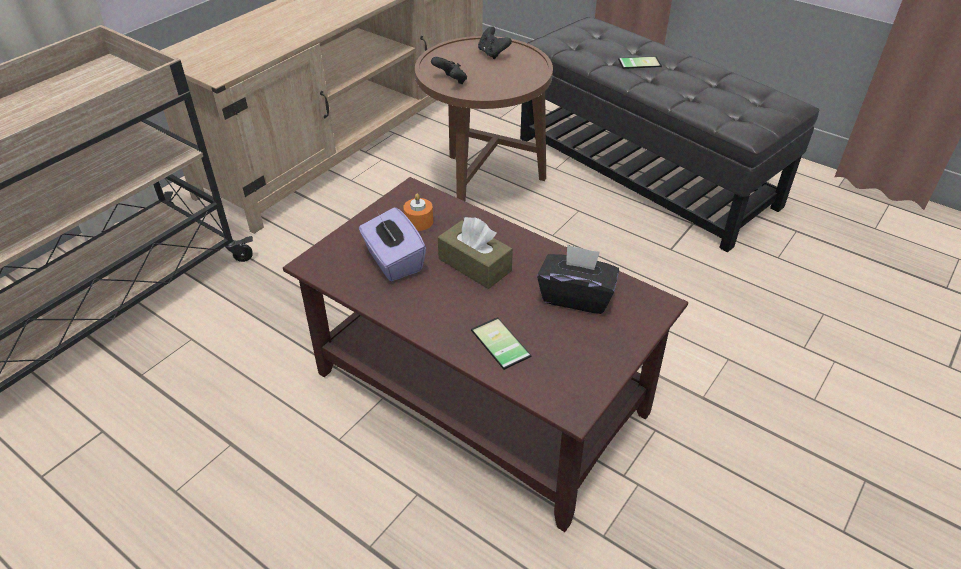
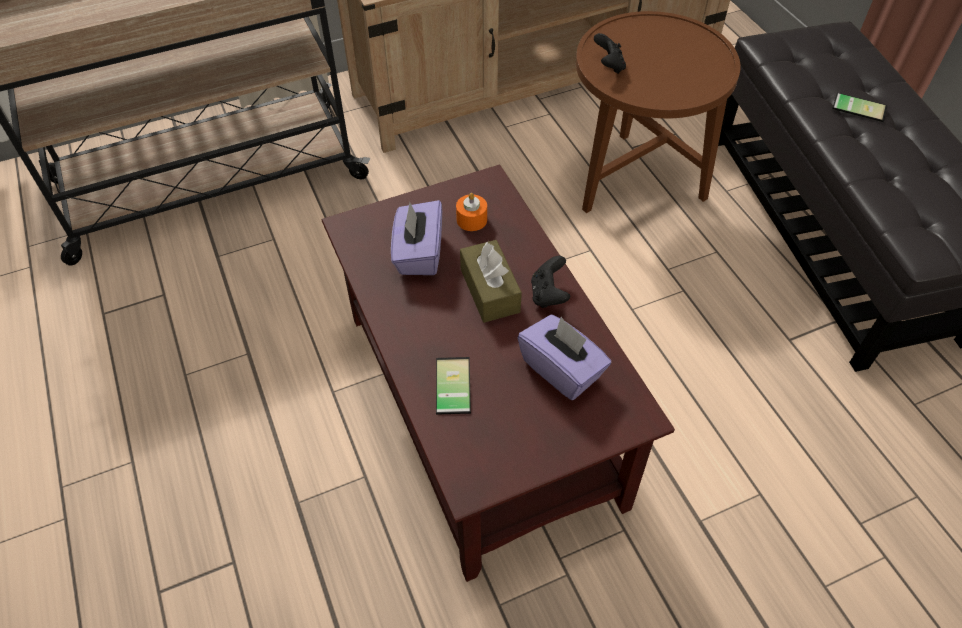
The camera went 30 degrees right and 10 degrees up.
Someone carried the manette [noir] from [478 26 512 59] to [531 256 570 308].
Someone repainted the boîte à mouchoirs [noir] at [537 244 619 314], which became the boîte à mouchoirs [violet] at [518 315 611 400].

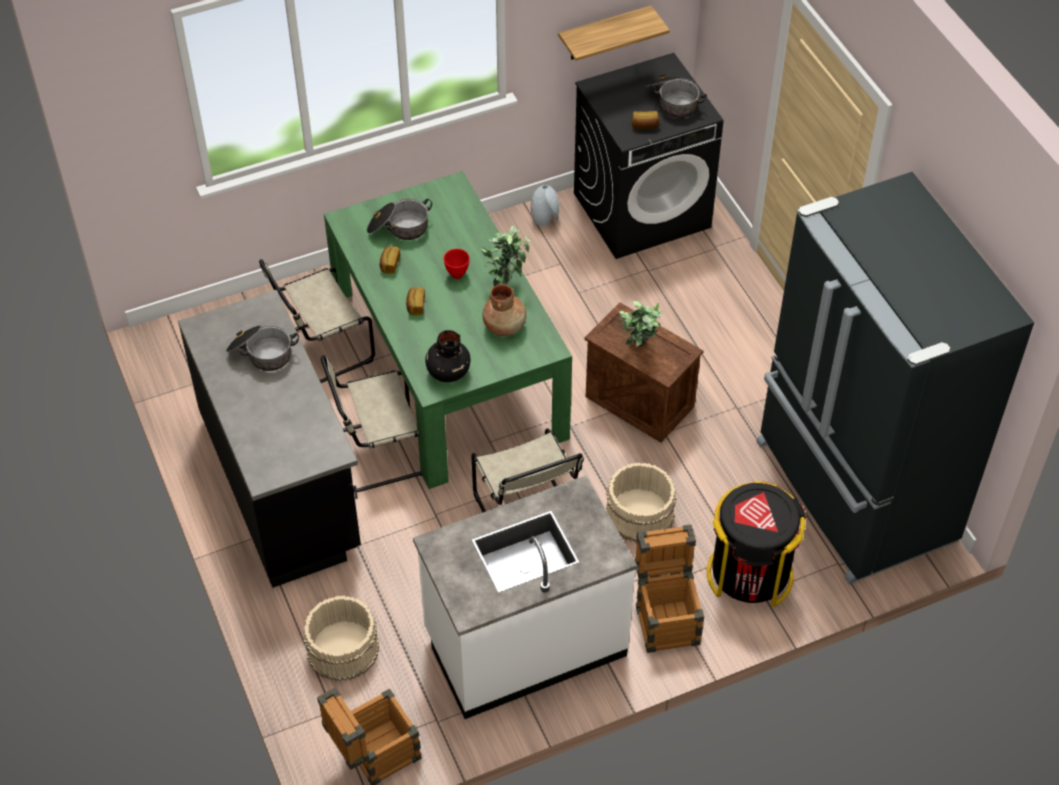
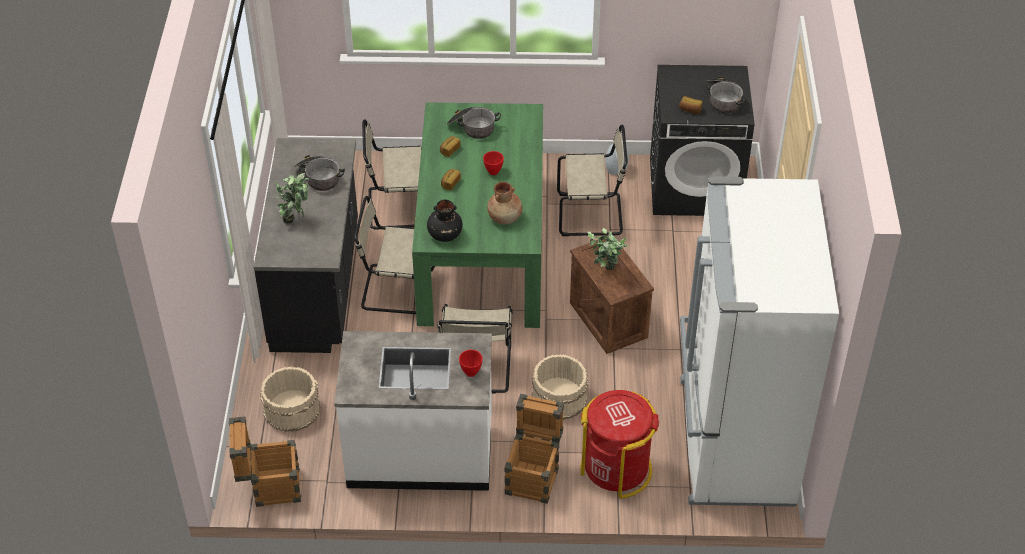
The camera went 25 degrees right and 5 degrees down.
Someone took away the étagère at [558 6 670 61].
Someone put down the bol [rouge] at [459 350 483 377].
Someone put down the chaise [beige] at [557 125 628 236].
Someone carried the plante en pot from [481 225 531 286] to [274 172 310 224].
Someone repainted the poubelle [noir] at [707 481 806 607], which became the poubelle [rouge] at [581 390 659 499].
Someone repainted the réfrigérateur [noir] at [756 172 1034 584], which became the réfrigérateur [blanc] at [680 176 839 506].

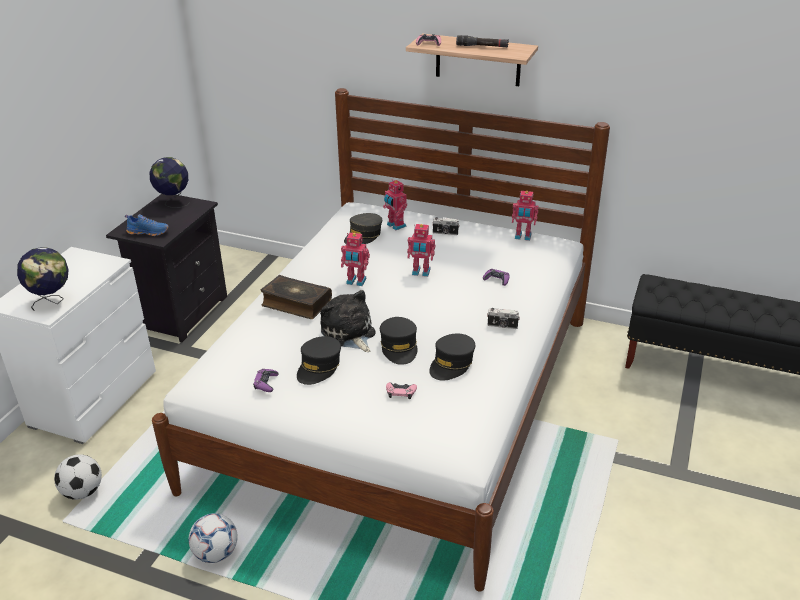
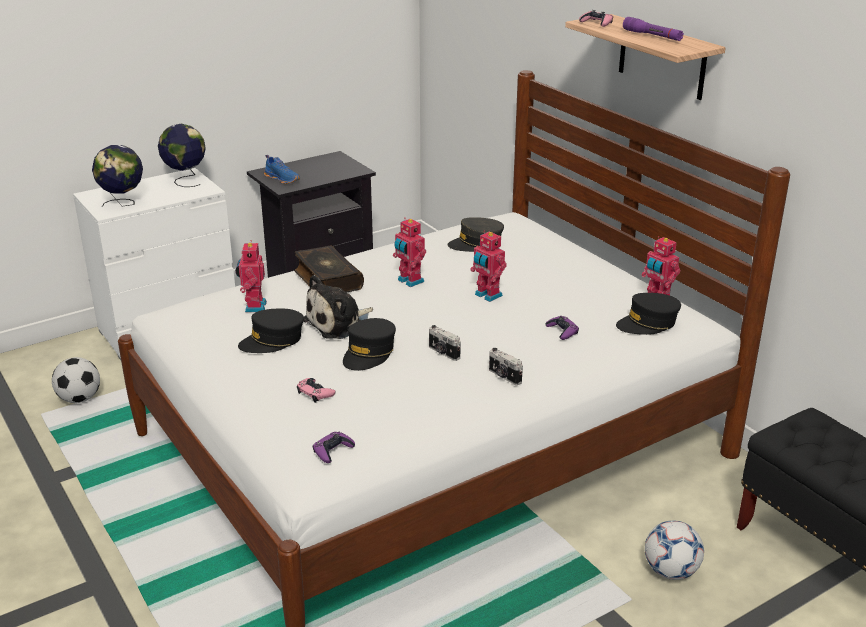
The camera went 35 degrees right and 5 degrees down.
Someone carried the globe from [150 157 190 208] to [158 124 206 187].
Someone carried the ballon de foot from [188 513 238 563] to [645 520 704 580].
Someone carried the manette [violet] from [253 369 278 392] to [313 432 355 463].
Someone carried the robot jouet from [383 179 407 230] to [235 240 267 312].
Someone carried the casquette [noir] from [429 334 475 381] to [616 293 681 335].
Someone carried the appareil photo from [432 217 460 235] to [429 325 461 361].
Someone repainted the lampe de poche [noir] at [456 35 509 47], which became the lampe de poche [violet] at [623 17 684 41].
Someone rotated the peluche at [320 290 376 352] by 135 degrees counterclockwise.

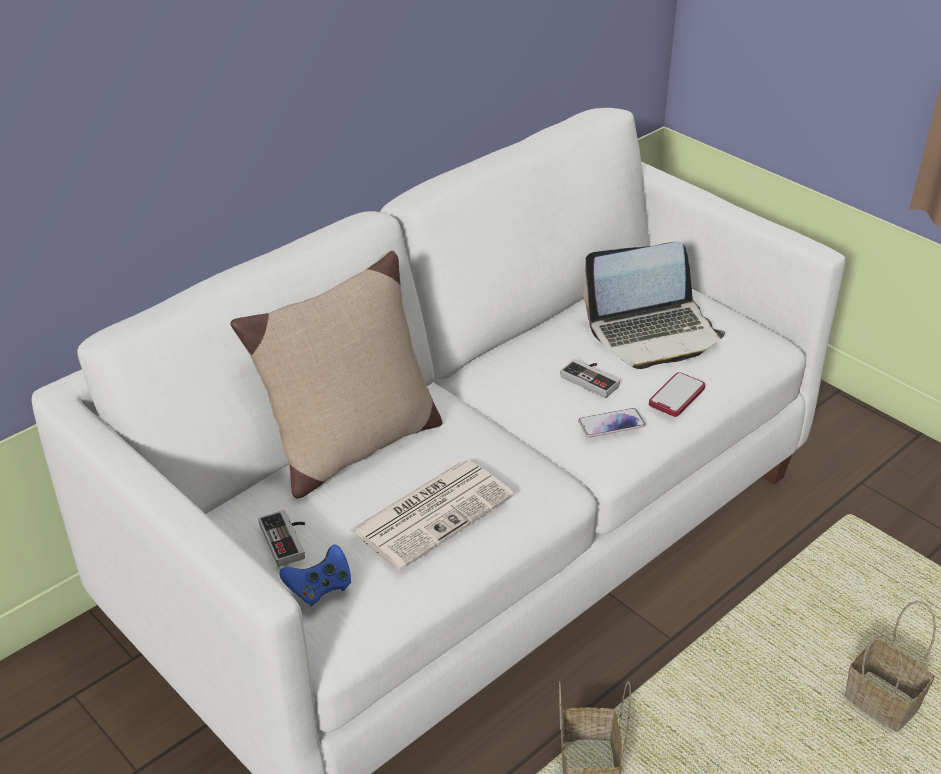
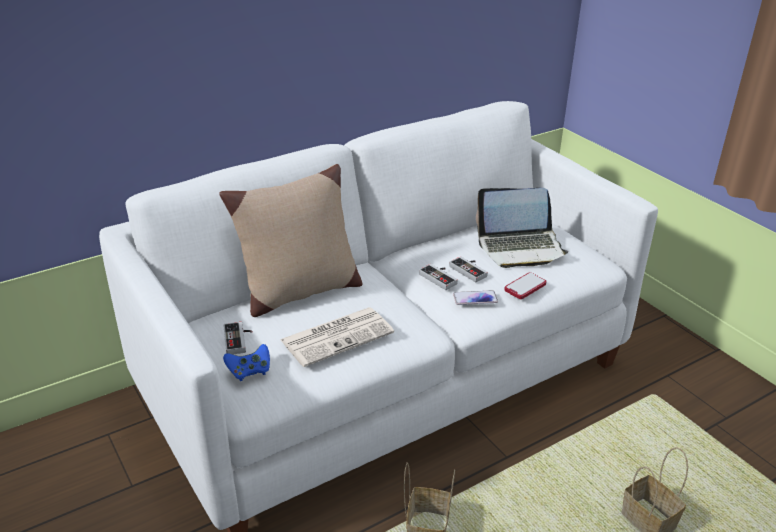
The camera went 10 degrees right and 5 degrees down.
Someone put down the manette at [419 264 458 290].

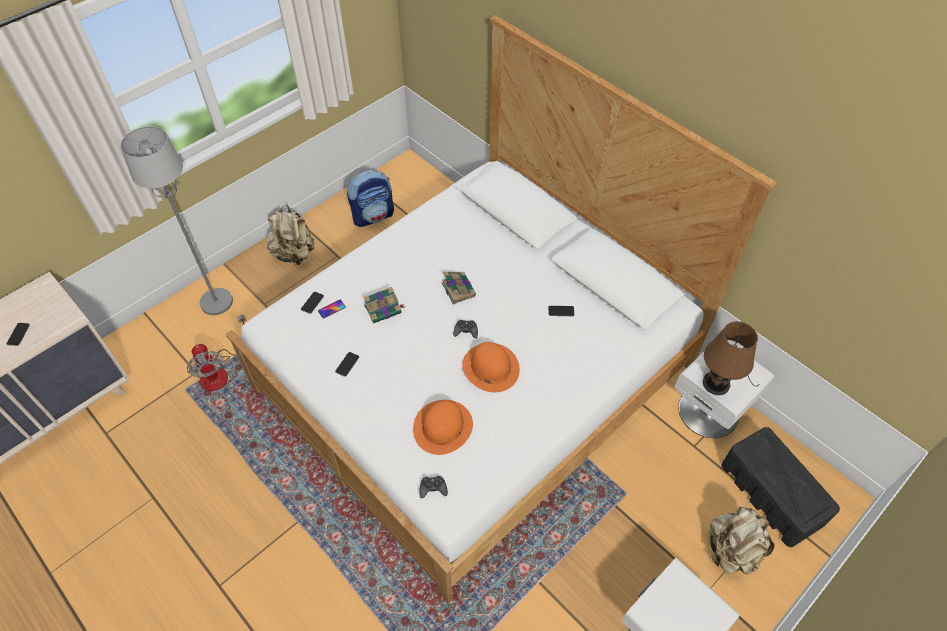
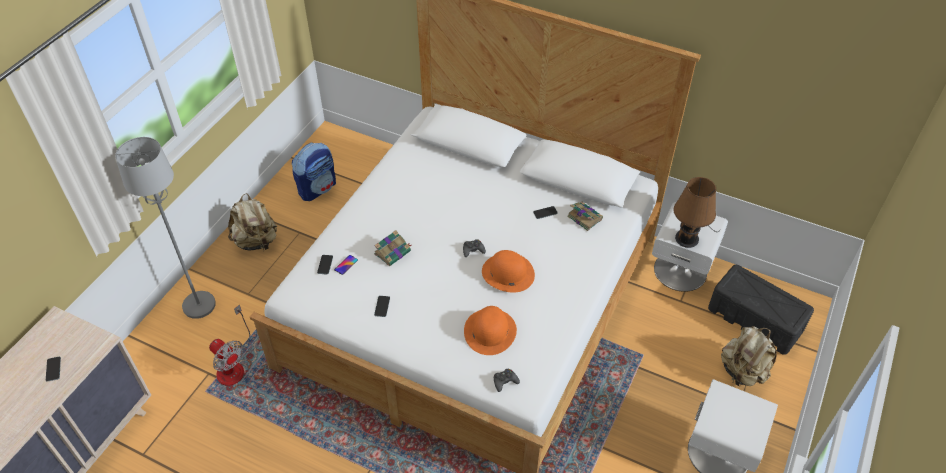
The camera went 20 degrees left and 5 degrees down.
Someone carried the livre from [441 272 476 304] to [567 202 603 231].

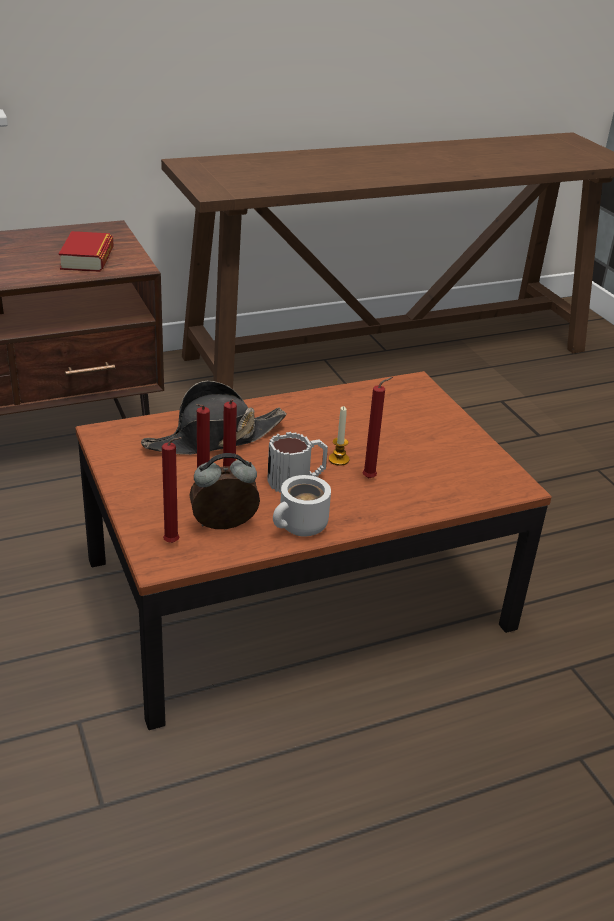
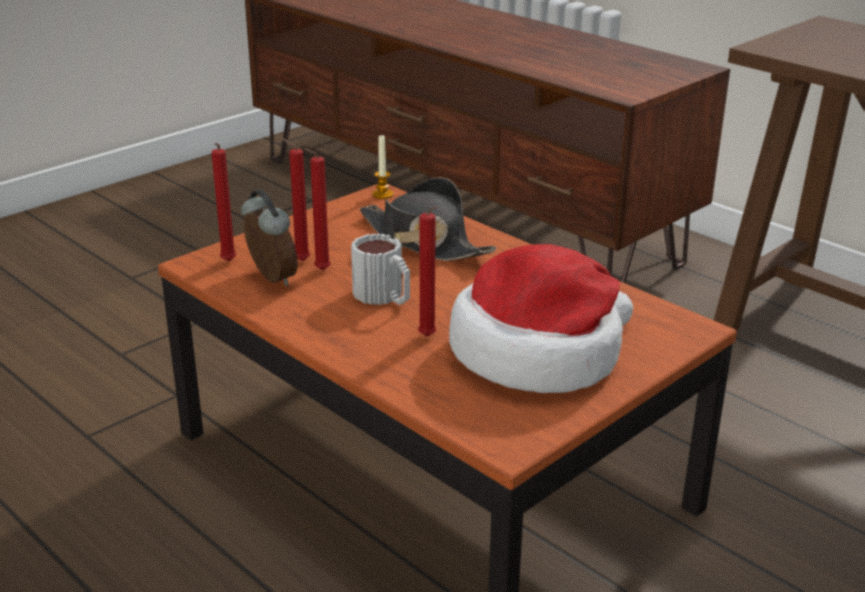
The camera went 70 degrees right and 5 degrees down.
Someone took away the livre at [59 231 114 272].
Someone took away the mug [blanc] at [273 475 331 537].
Someone put down the chapeau at [449 244 633 393].
Someone carried the bougie from [329 406 350 466] to [372 135 394 199].

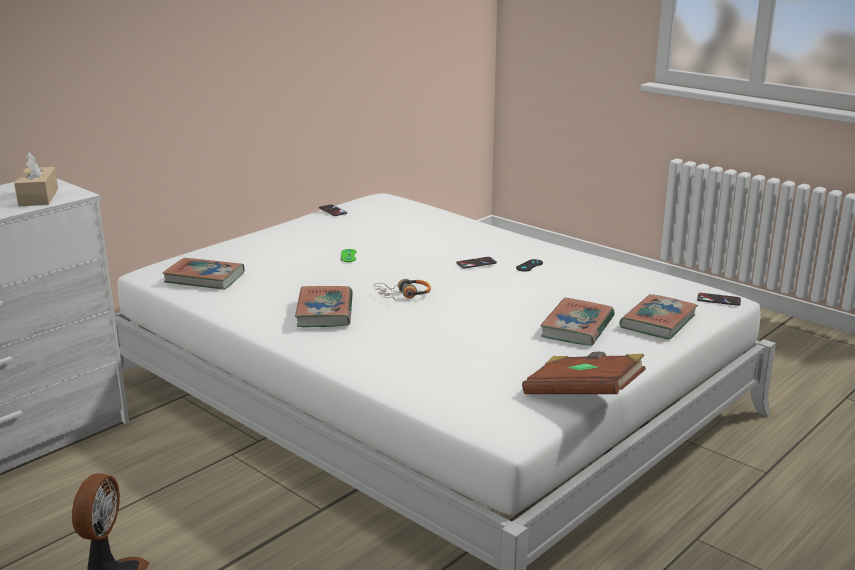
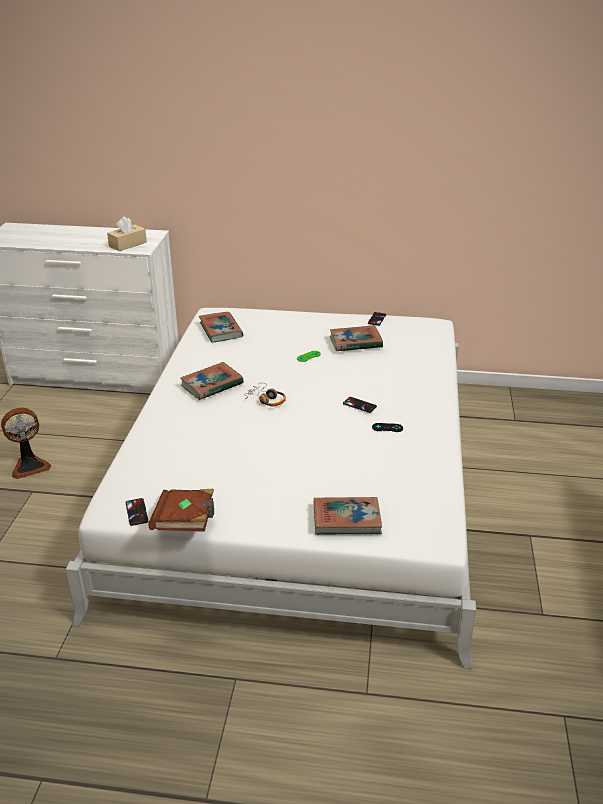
The camera went 55 degrees right and 10 degrees up.
Someone carried the livre from [540 298 615 346] to [330 325 383 351].
Someone carried the téléphone from [697 293 741 306] to [125 498 148 526].

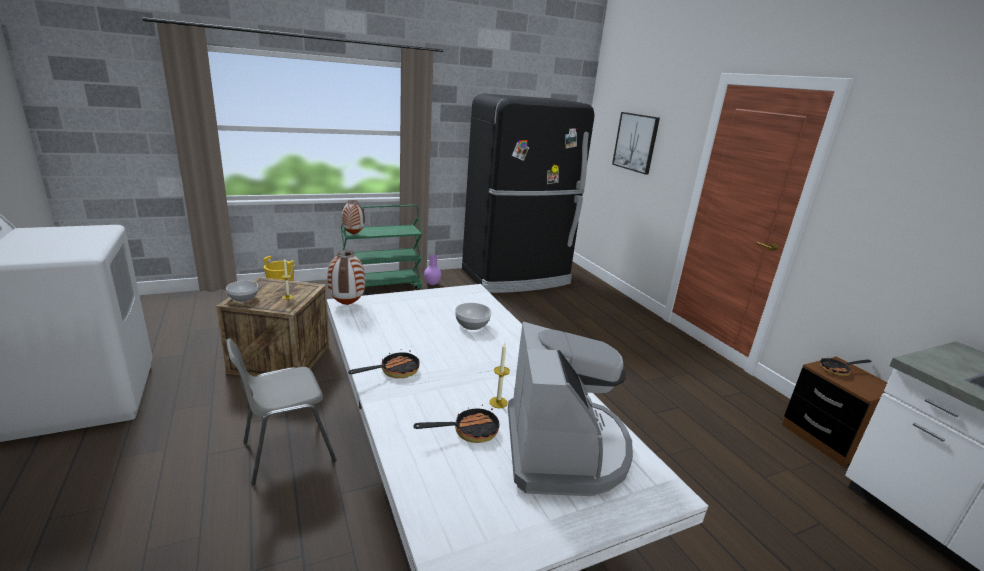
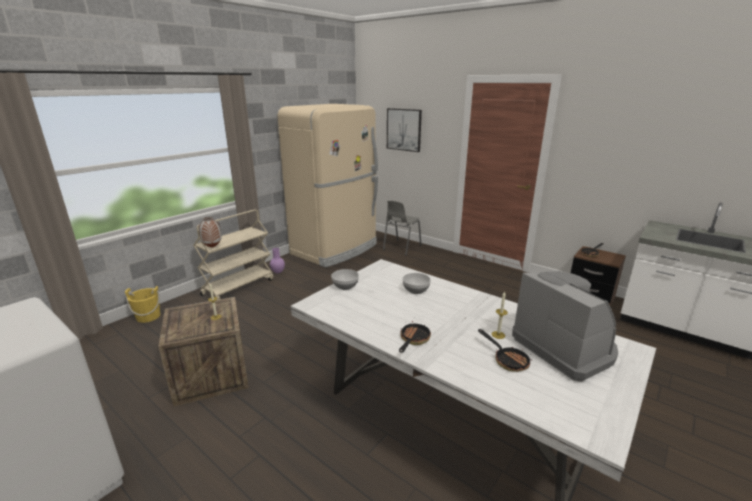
The camera went 25 degrees left and 0 degrees up.
Someone took away the vase at [327 250 365 305].
Someone carried the bol from [226 281 258 302] to [331 269 359 290].
Someone carried the chaise [gris] from [226 338 337 484] to [383 200 422 256].
Someone repainted the chariot [vert] at [341 205 422 290], which became the chariot [beige] at [193 209 273 300].
Someone repainted the réfrigérateur [noir] at [462 94 594 293], which became the réfrigérateur [beige] at [278 104 378 267].
Someone rotated the poêle at [413 404 500 443] by 105 degrees clockwise.

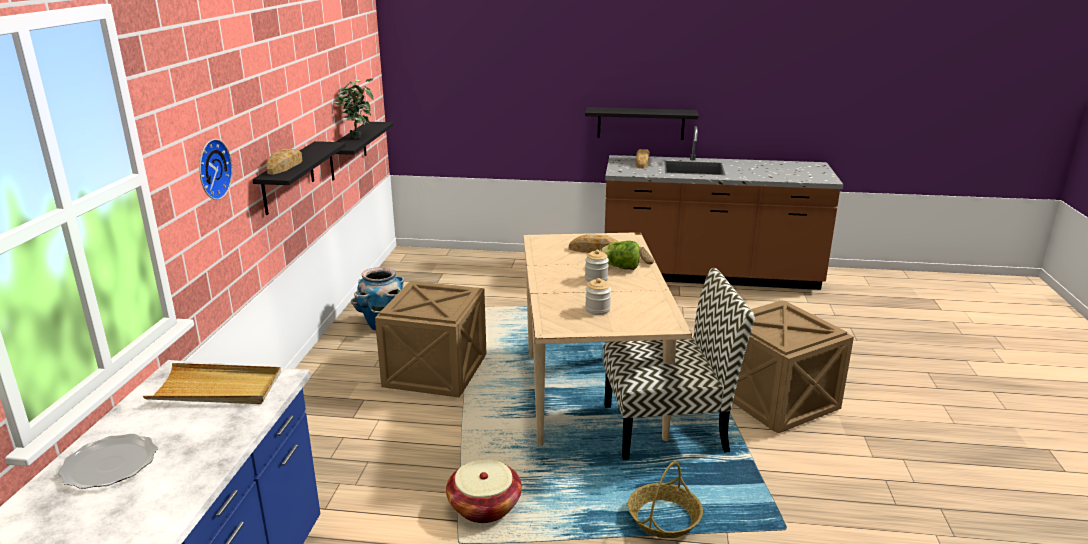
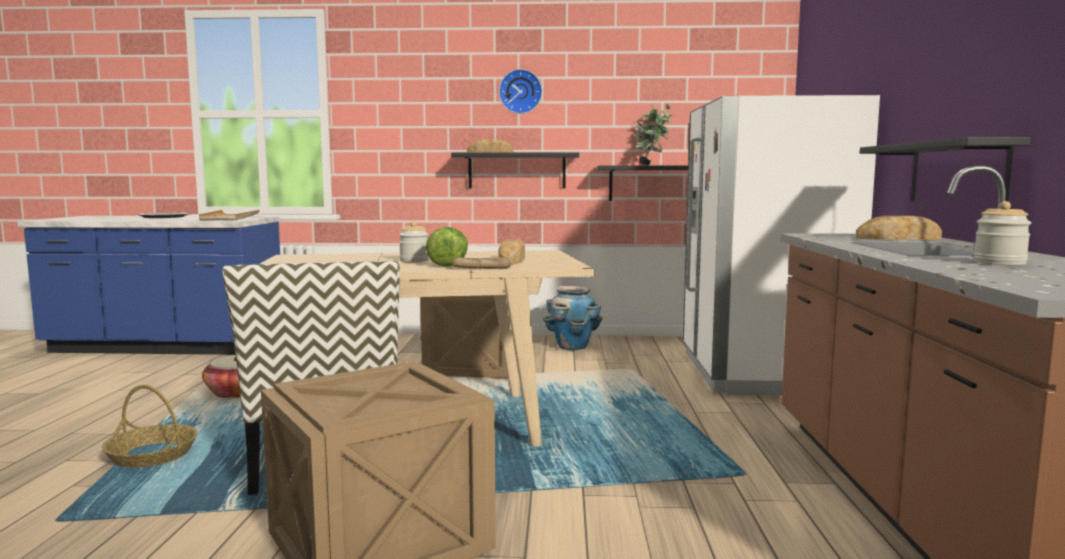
The camera went 85 degrees right and 15 degrees down.
Someone put down the réfrigérateur [blanc] at [683 95 880 395].
Someone carried the horloge murale from [199 139 233 200] to [499 69 542 114].
Someone carried the bocal from [585 278 611 315] to [974 201 1031 265].

